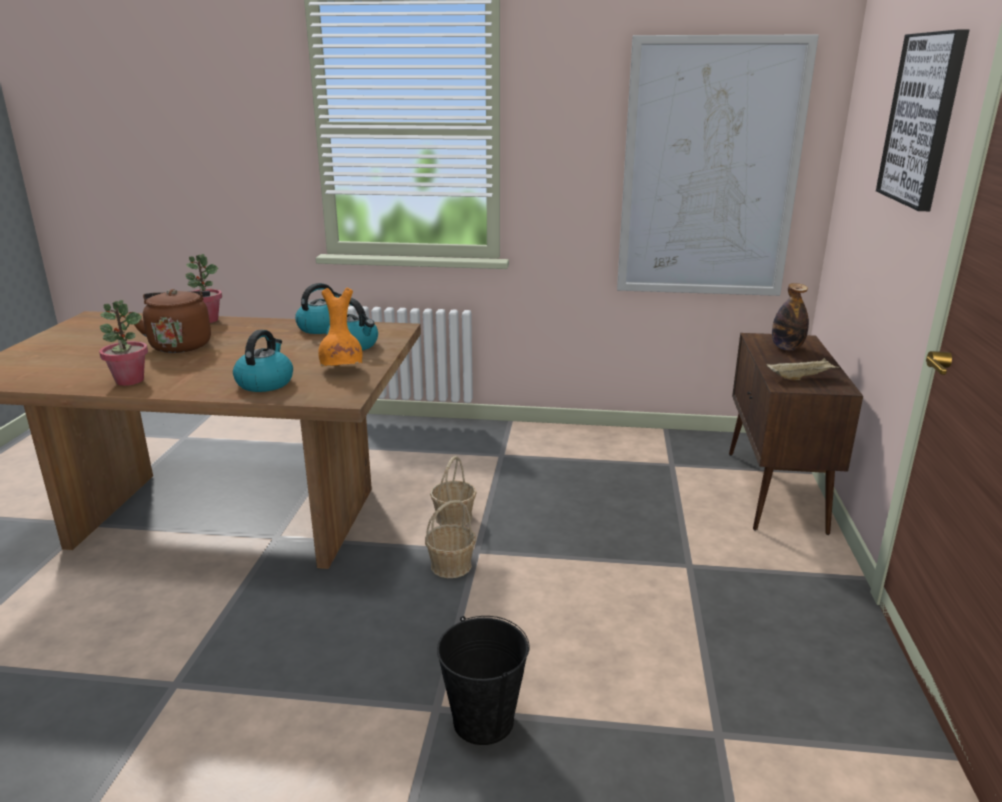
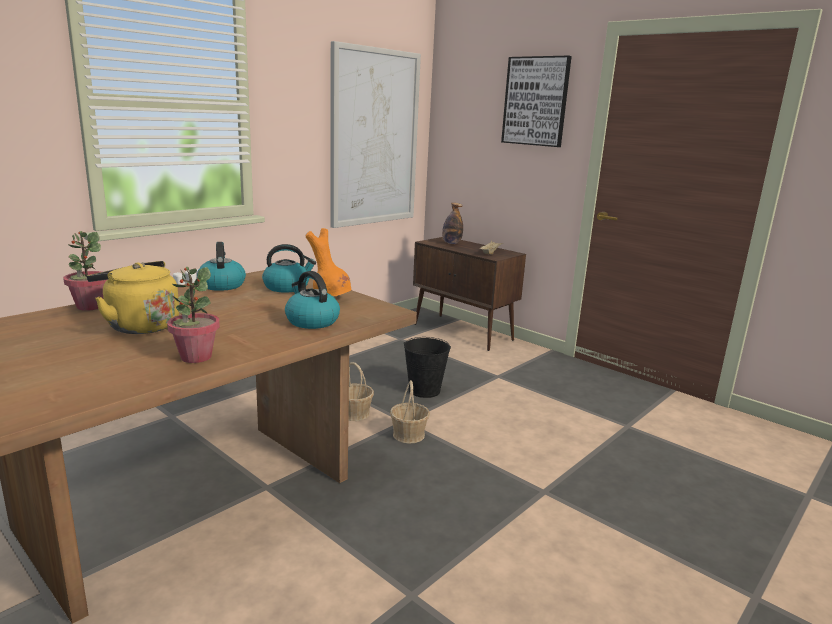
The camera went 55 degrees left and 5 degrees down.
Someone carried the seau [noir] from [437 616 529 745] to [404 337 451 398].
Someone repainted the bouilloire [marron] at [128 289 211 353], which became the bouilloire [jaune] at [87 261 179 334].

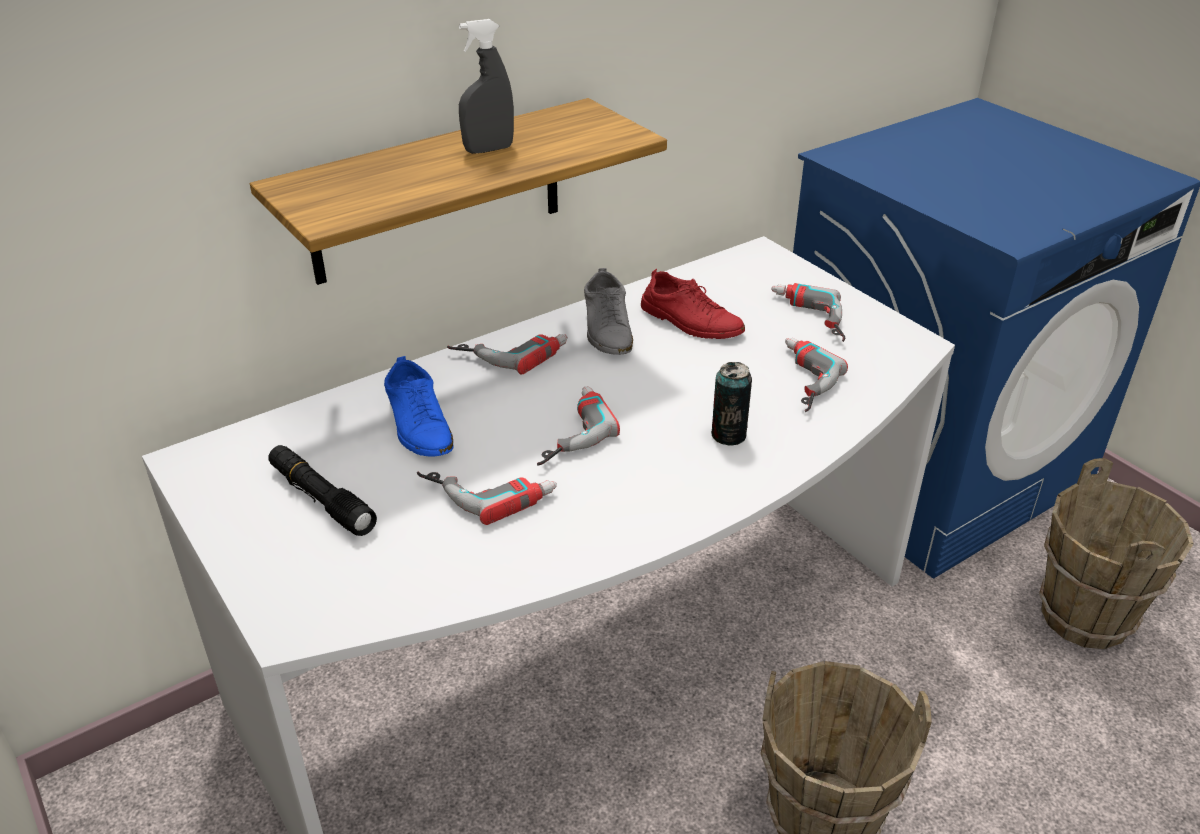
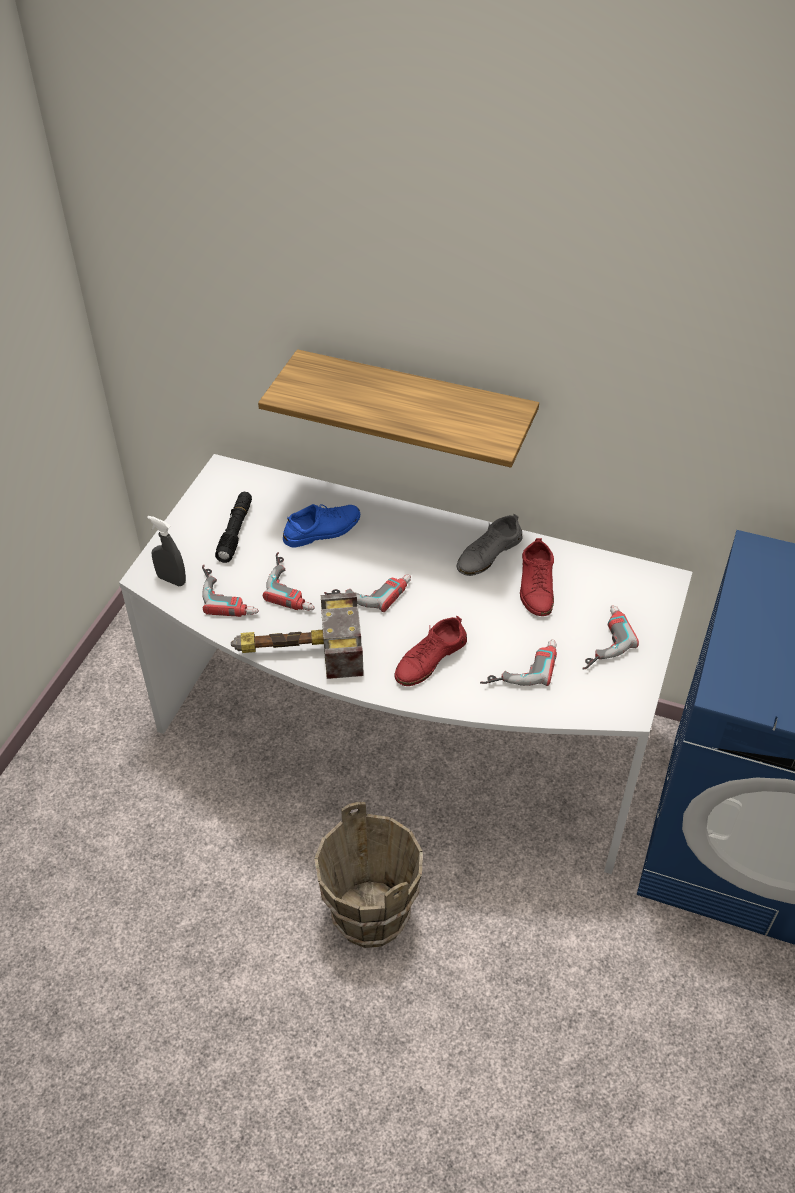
The camera went 55 degrees right and 10 degrees up.
Someone took away the seau [marron] at [1039 458 1194 649].
Someone put down the marteau at [231 593 364 679].
Someone carried the perceuse from [447 334 568 374] to [202 564 259 617].
Someone carried the vaporisateur [gris] from [459 19 514 154] to [147 516 186 586].
Someone swapped the boîte métallique at [711 362 752 445] for the chaussure [rouge] at [394 616 467 686].
Someone rotated the chaussure [bleu] at [384 356 453 457] by 150 degrees counterclockwise.

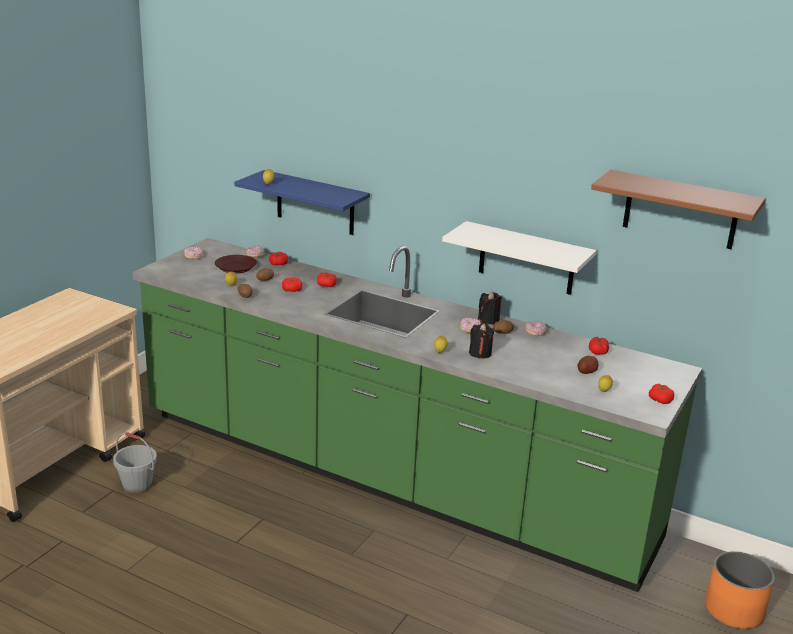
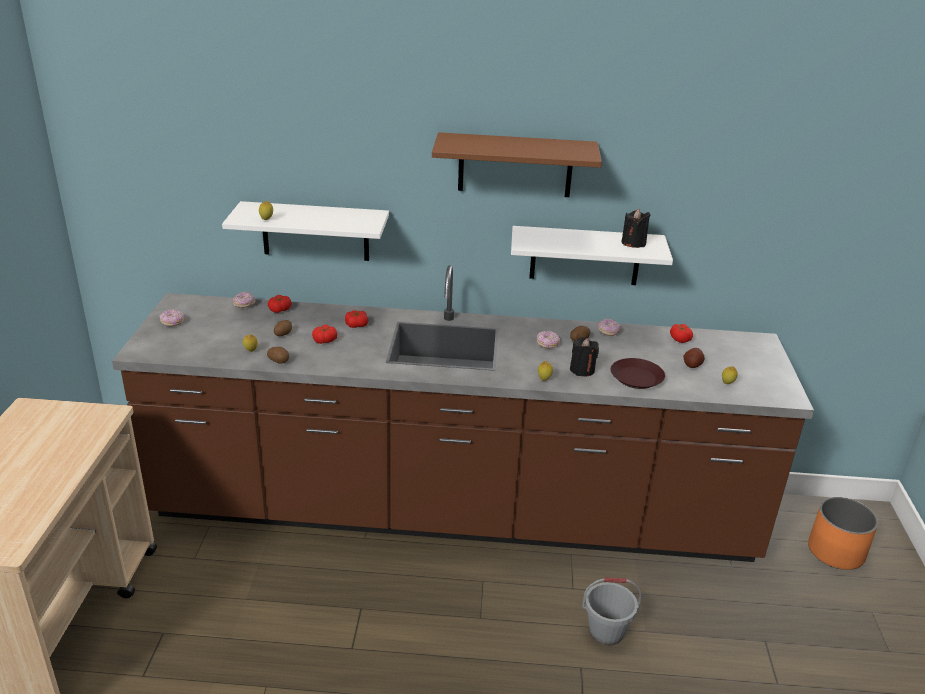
The camera went 25 degrees left and 5 degrees up.
Someone took away the tomate at [649 384 674 404].
Someone carried the seau [gris] from [113 432 157 494] to [582 578 641 646].
Someone carried the assiette [marron] from [215 255 257 273] to [611 358 665 389].
Someone carried the bougie [noir] from [478 291 502 325] to [621 209 650 248].
Someone carried the étagère [marron] from [591 170 766 249] to [432 132 602 197].
Someone repainted the comptoir de cuisine [vert] at [133 238 702 592], which became the comptoir de cuisine [marron] at [112 265 814 562].
Someone repainted the étagère [bleu] at [234 170 370 235], which became the étagère [blanc] at [222 201 389 261].

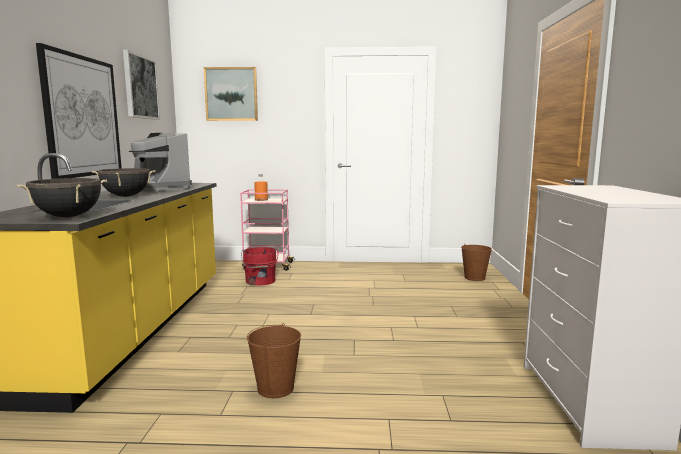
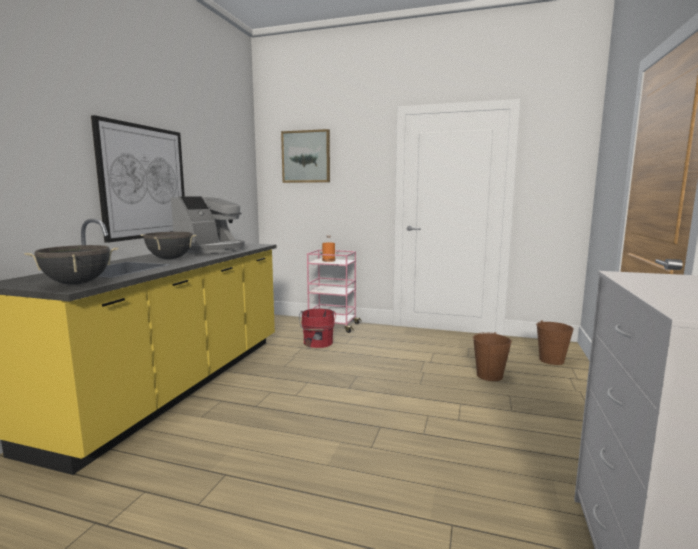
The camera went 15 degrees right and 0 degrees up.
Someone took away the tableau at [123 50 160 120].
Someone carried the seau [marron] from [247 323 301 398] to [473 332 512 381].
Someone rotated the machine à café at [129 133 192 192] by 120 degrees counterclockwise.

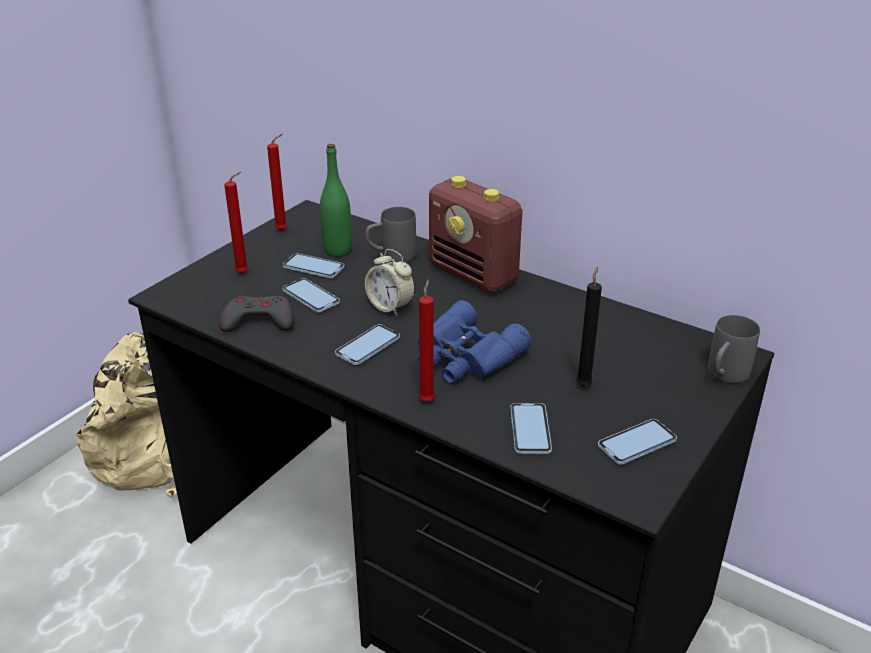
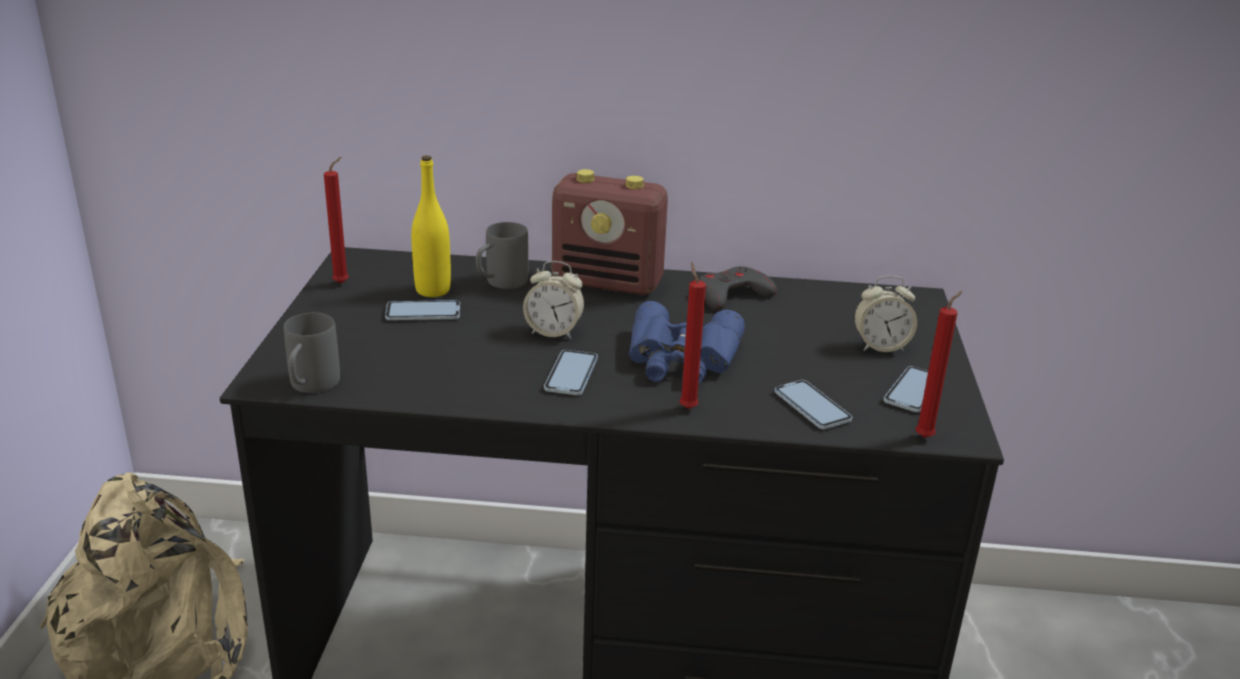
The camera went 30 degrees left and 5 degrees down.
Someone took away the téléphone at [282 278 340 312].
Someone took away the bougie [noir] at [576 266 602 387].
Someone put down the réveil at [854 276 917 352].
Someone carried the manette [gris] from [219 295 294 332] to [699 266 777 310].
Someone carried the bougie [rouge] from [224 172 248 273] to [916 291 963 438].
Someone carried the mug [gris] from [708 315 760 384] to [284 313 340 393].
Someone repainted the bouteille [vert] at [320 144 352 257], which became the bouteille [jaune] at [411 155 451 297].

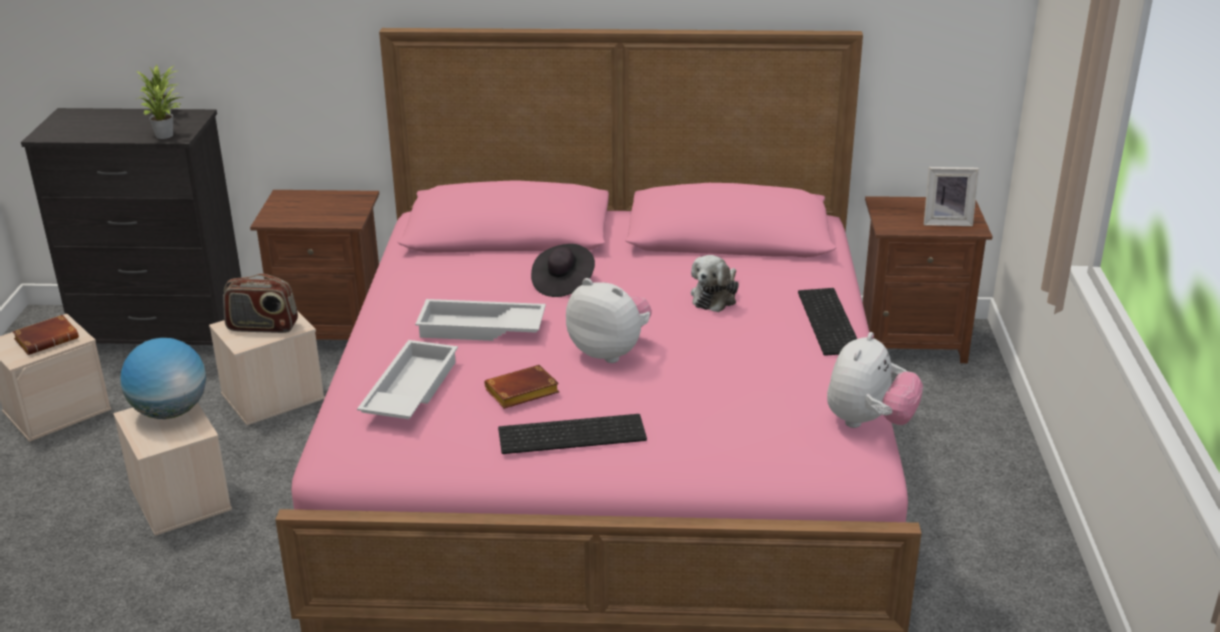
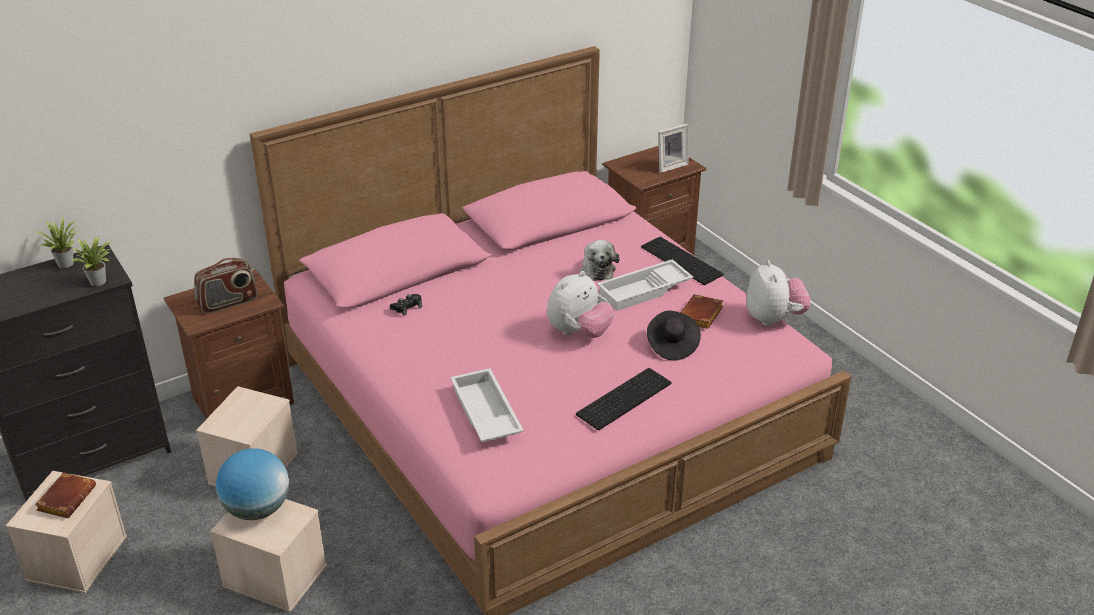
The camera went 35 degrees left and 5 degrees up.
Someone put down the manette [noir] at [390 294 422 316].
Someone carried the radio from [223 274 298 333] to [194 258 257 314].
Someone carried the plateau [blanc] from [415 299 546 341] to [597 259 693 311].
Someone carried the livre [marron] from [485 365 559 409] to [680 294 723 329].
Someone carried the chapeau [noir] from [531 244 595 297] to [647 311 701 360].
Someone rotated the peluche at [566 278 652 363] by 135 degrees clockwise.

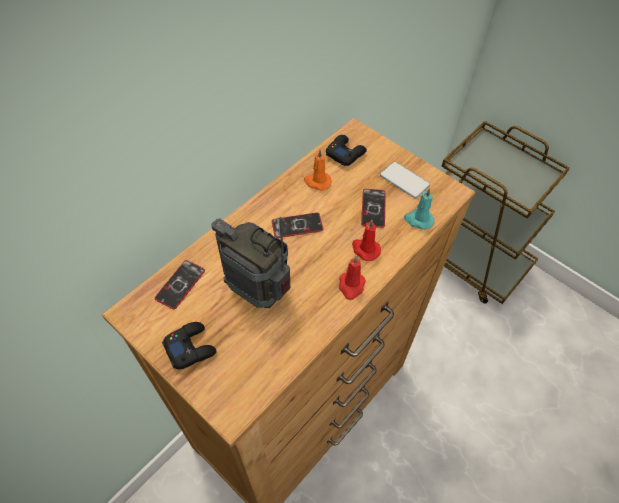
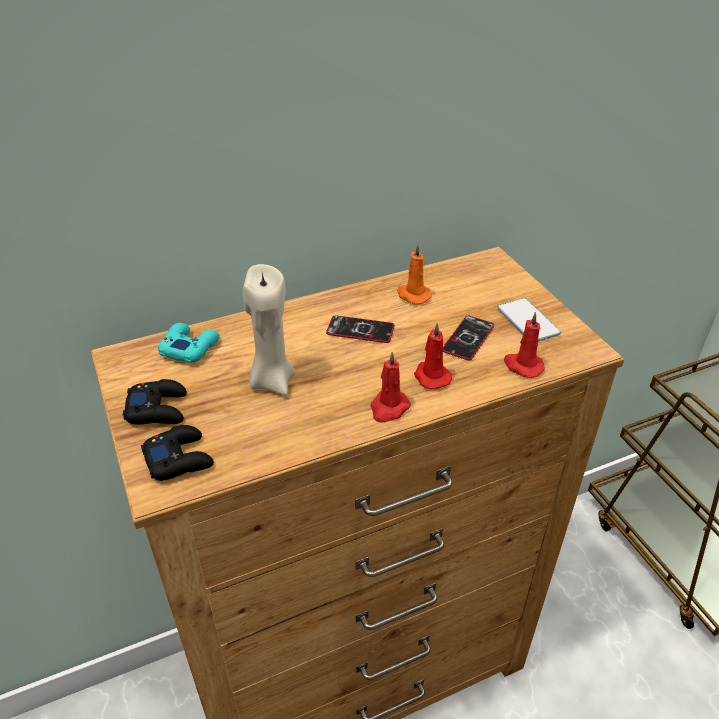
The camera went 25 degrees right and 15 degrees down.
Someone carried the manette [noir] from [326 135 367 166] to [141 425 214 481].
Someone swapped the téléphone at [155 260 205 309] for the manette [turquoise] at [158 323 220 363].
Someone swapped the radio at [211 217 290 308] for the bougie [beige] at [243 264 295 395].
Someone repainted the bougie [turquoise] at [404 188 434 230], which became the bougie [rouge] at [504 312 545 378].

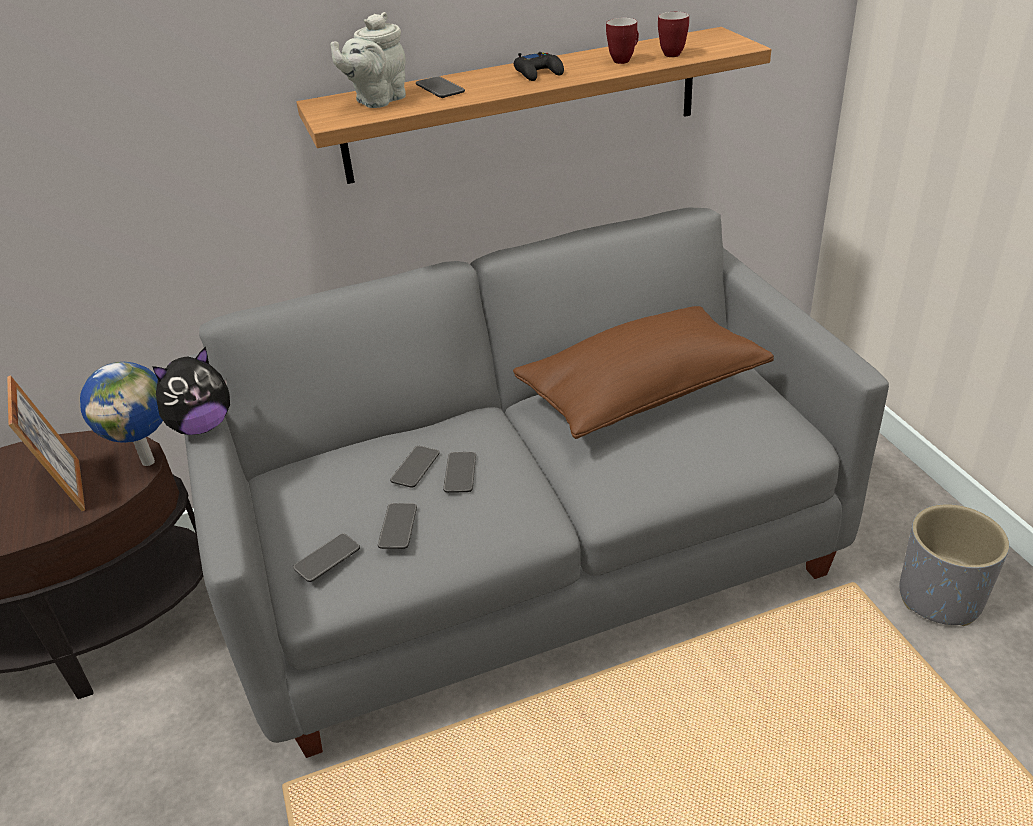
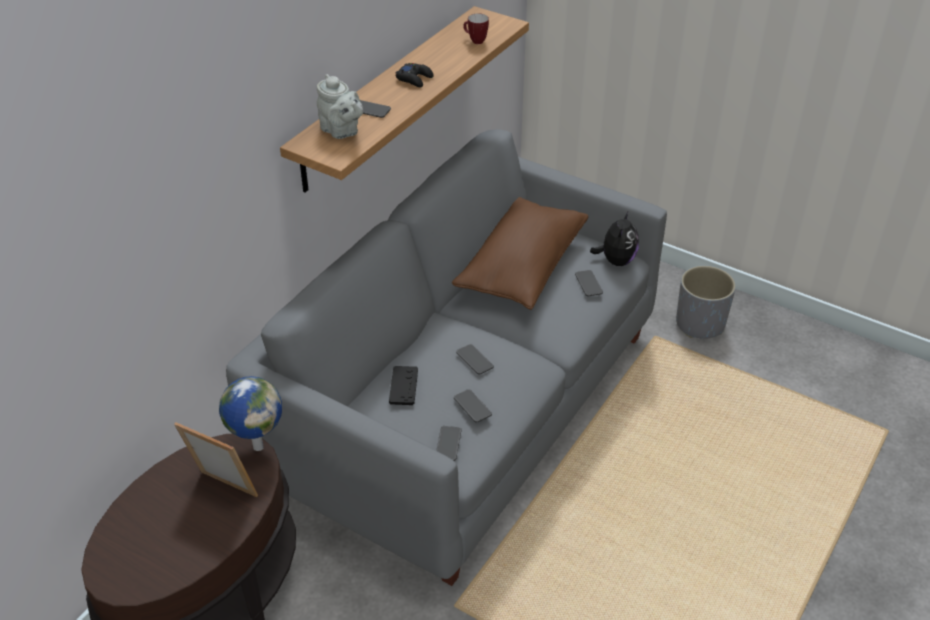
The camera went 40 degrees left and 5 degrees up.
Someone took away the mug at [606 18 639 64].
Someone put down the manette [noir] at [389 366 418 405].
Someone carried the peluche from [152 347 230 435] to [590 210 639 266].
Someone carried the téléphone from [390 446 440 488] to [575 270 603 296].
Someone rotated the théière [gris] at [330 12 406 108] by 45 degrees counterclockwise.

